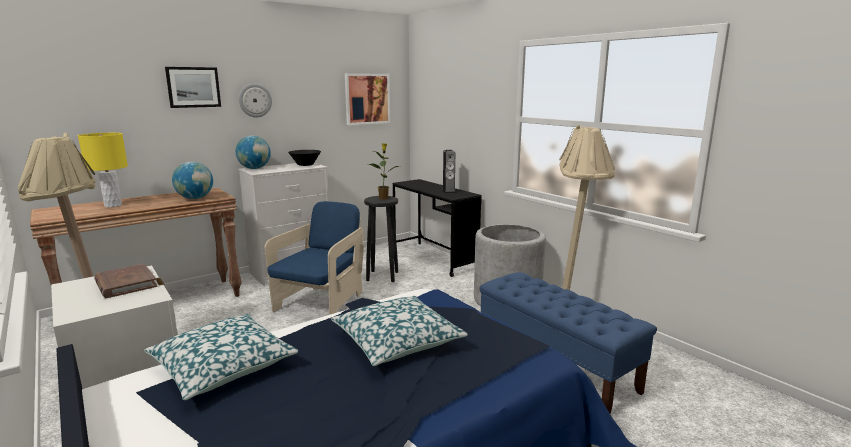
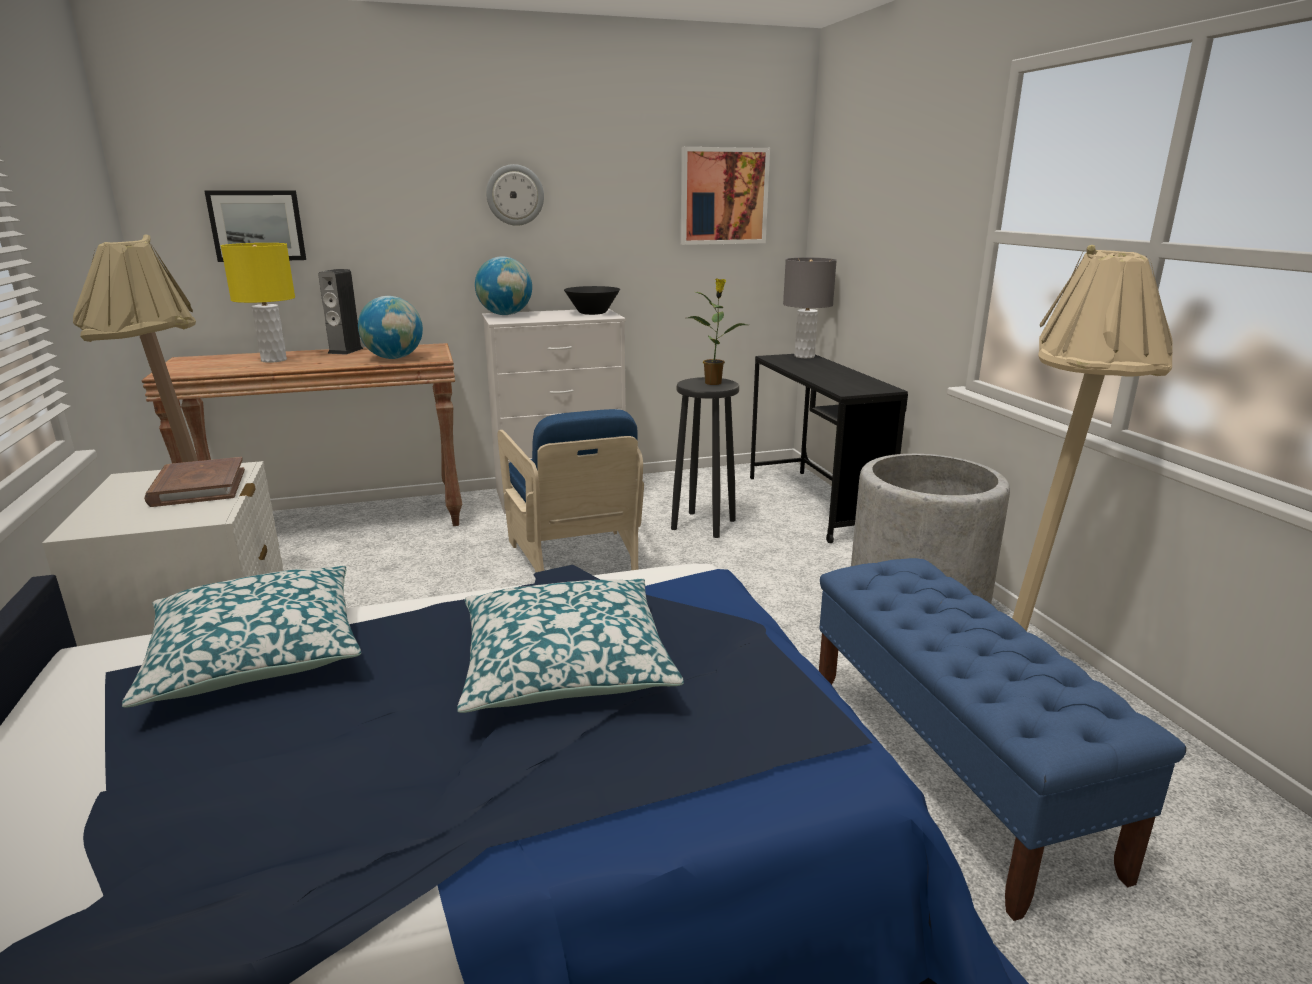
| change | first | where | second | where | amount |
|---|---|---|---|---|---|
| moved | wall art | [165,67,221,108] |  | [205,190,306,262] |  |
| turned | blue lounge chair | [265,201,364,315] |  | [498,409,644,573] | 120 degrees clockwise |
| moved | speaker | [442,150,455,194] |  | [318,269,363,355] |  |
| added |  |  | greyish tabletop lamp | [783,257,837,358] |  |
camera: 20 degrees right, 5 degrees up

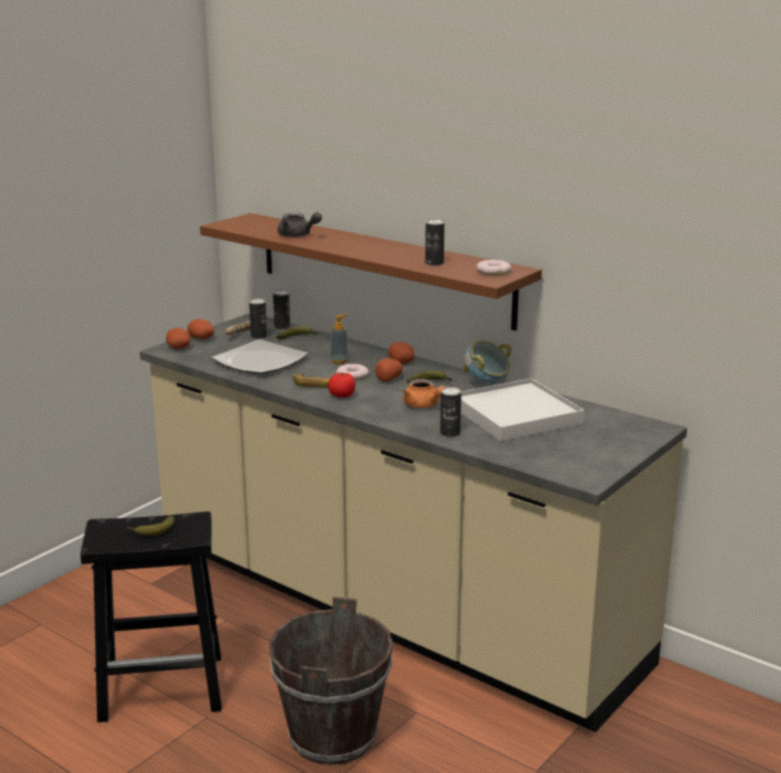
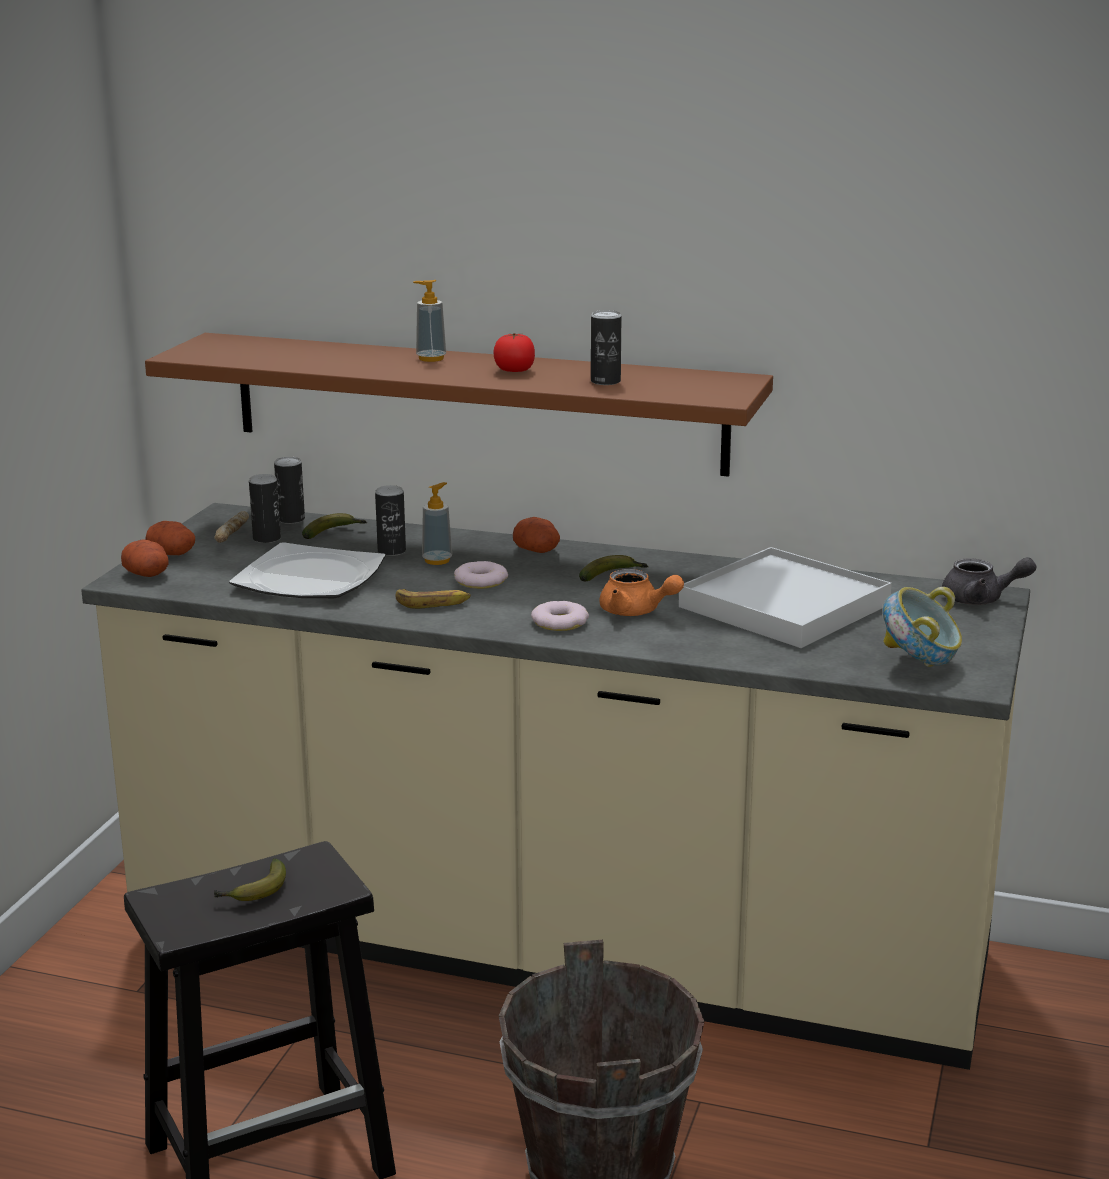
| change | first | where | second | where | amount |
|---|---|---|---|---|---|
| moved | greyish pot for tea | [278,212,322,237] |  | [942,557,1036,605] |  |
| moved | fresh tomato | [328,372,356,398] |  | [493,333,535,372] |  |
| removed | whole potato | [375,358,403,382] |  |  |  |
| moved | metal can | [440,387,461,437] |  | [375,485,406,556] |  |
| moved | serving bowl | [463,340,512,385] |  | [883,587,962,667] |  |
| moved | ring doughnut | [476,260,511,275] |  | [531,601,589,631] |  |
| added |  |  | soap bottle | [413,280,446,362] |  |
camera: 20 degrees left, 0 degrees up

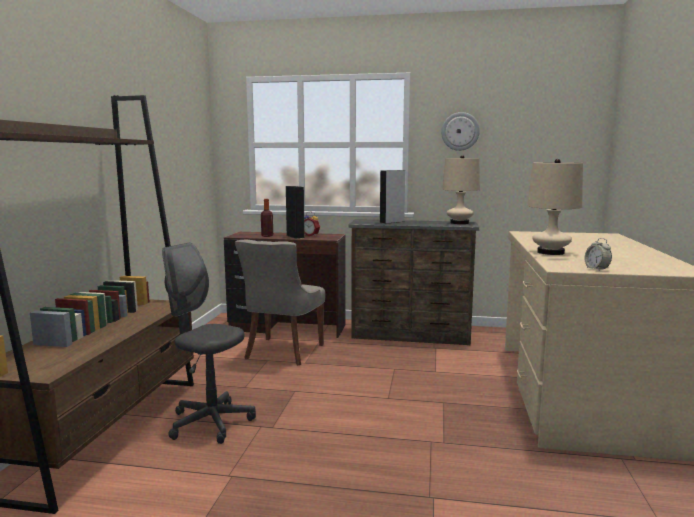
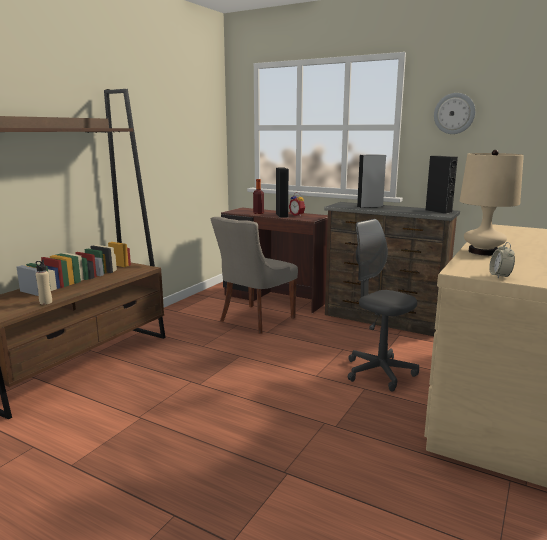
| change | first | where | second | where | amount |
|---|---|---|---|---|---|
| moved | greyish office chair | [162,243,256,444] |  | [348,219,419,392] |  |
| replaced | beige-coloured tabletop lamp | [442,155,480,224] | blackish speaker | [426,156,458,214] |  |
| added |  |  | beige-coloured beverage bottle | [35,260,52,305] |  |
camera: 20 degrees right, 5 degrees up

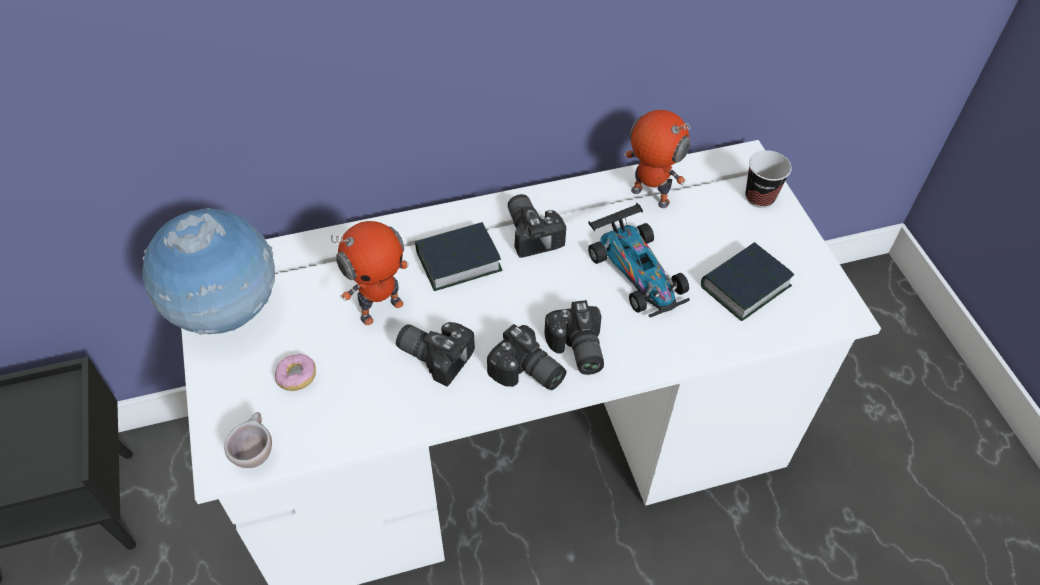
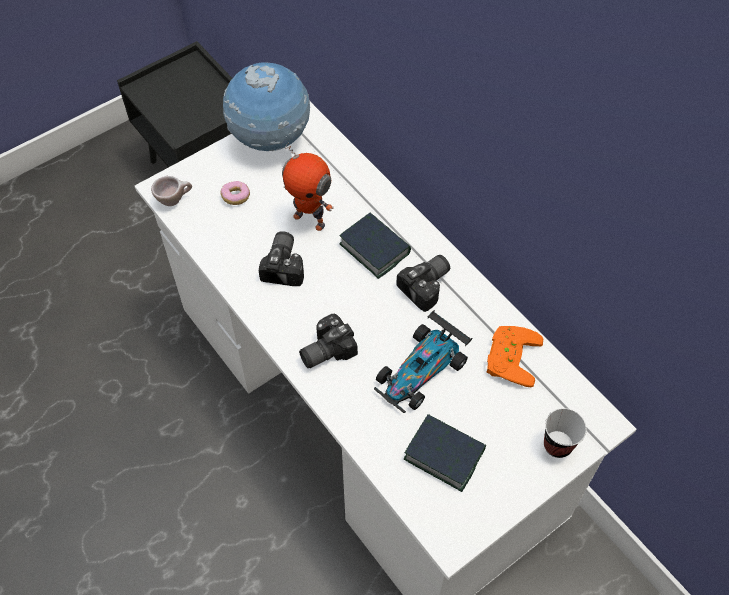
| change | first | where | second | where | amount |
|---|---|---|---|---|---|
| removed | still camera | [487,324,566,390] |  |  |  |
| replaced | toy robot | [624,110,691,208] | orange-coloured gamepad | [487,326,543,387] |  |
camera: 70 degrees right, 5 degrees up

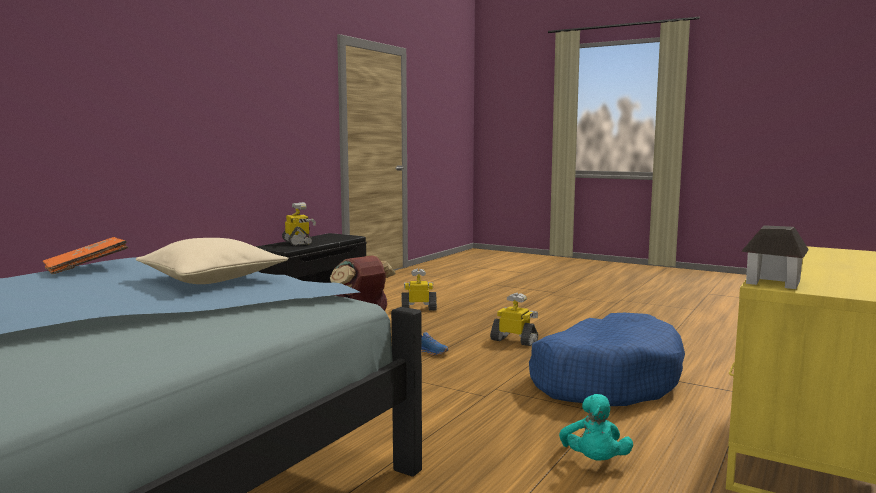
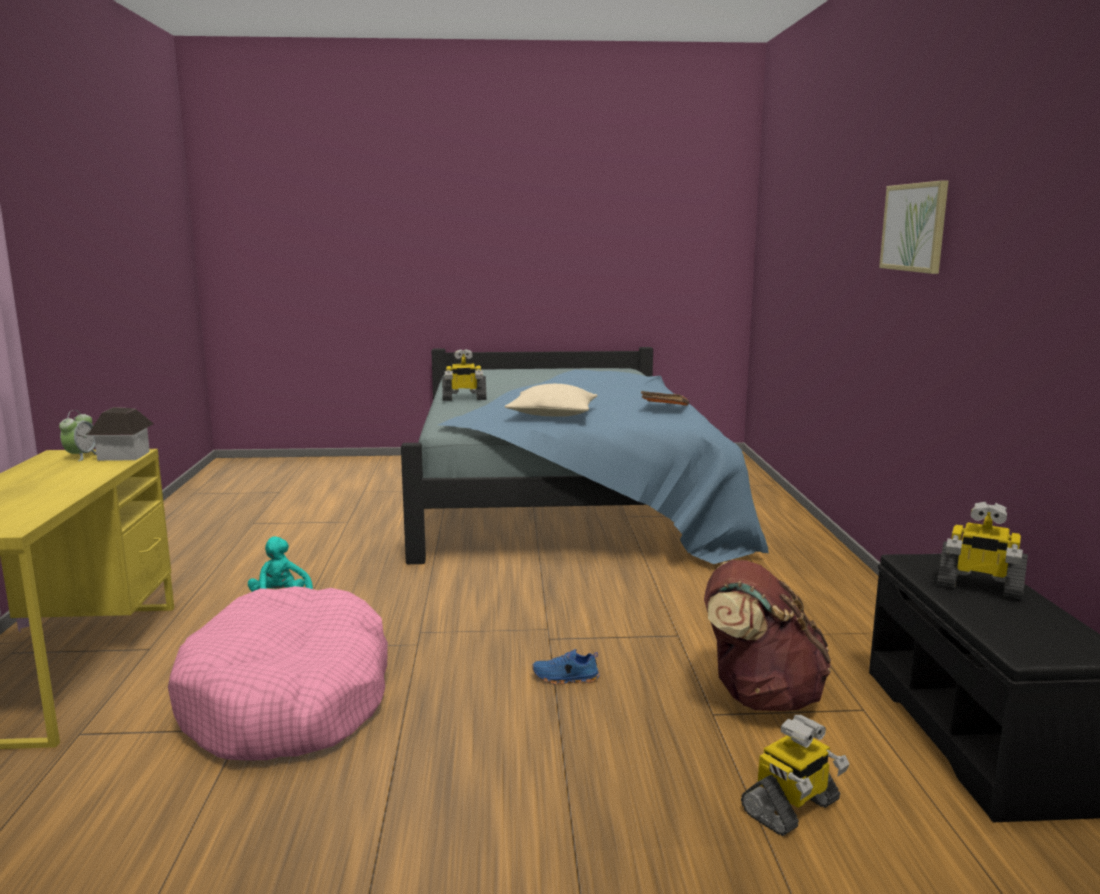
| change | first | where | second | where | amount |
|---|---|---|---|---|---|
| moved | toy robot | [490,293,538,346] |  | [442,349,487,401] |  |
| recoloured | blue pet bed | [529,313,685,406] | pink pet bed | [168,586,388,761] |  |
| added |  |  | bedside clock | [59,410,96,461] |  |
| added |  |  | wall art | [879,180,948,274] |  |
camera: 145 degrees right, 5 degrees up

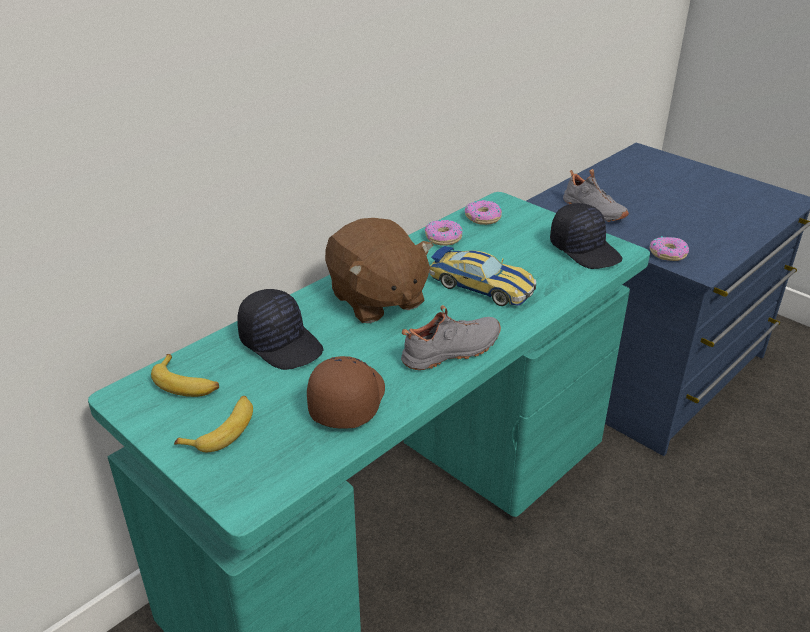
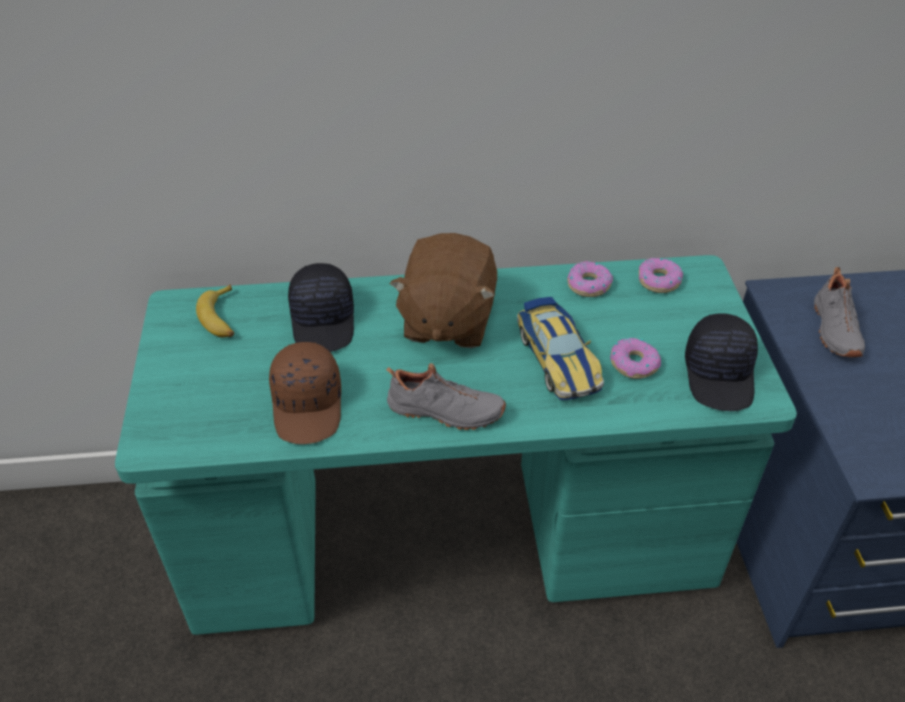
| change | first | where | second | where | amount |
|---|---|---|---|---|---|
| removed | banana fruit | [174,396,253,452] |  |  |  |
| turned | brown-coloured peaked cap | [307,356,385,429] |  | [269,342,341,444] | 120 degrees clockwise |
| moved | ring doughnut | [650,236,689,261] |  | [610,338,661,379] |  |
camera: 40 degrees right, 10 degrees up

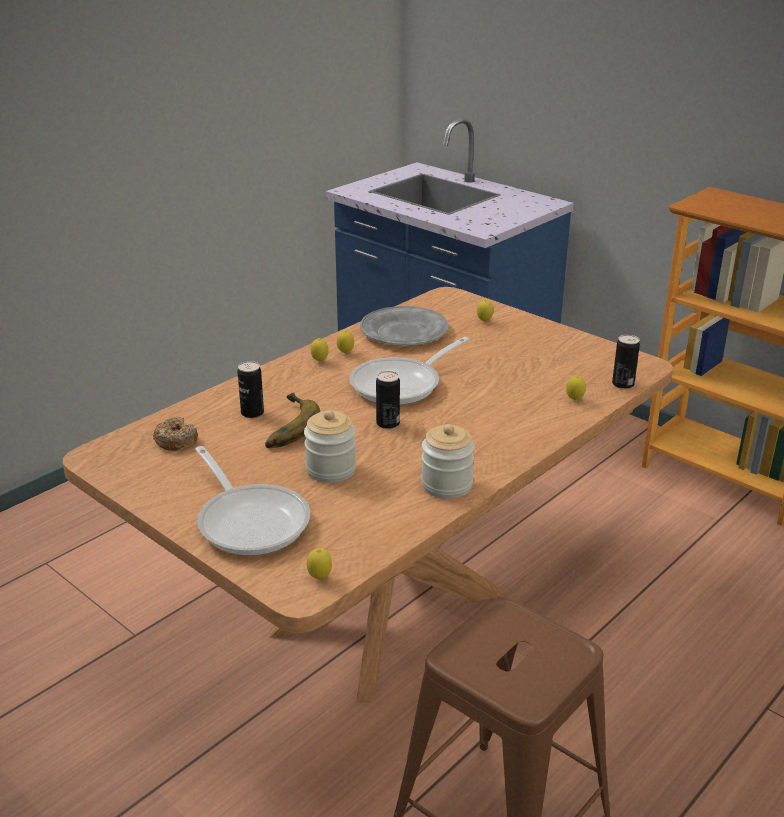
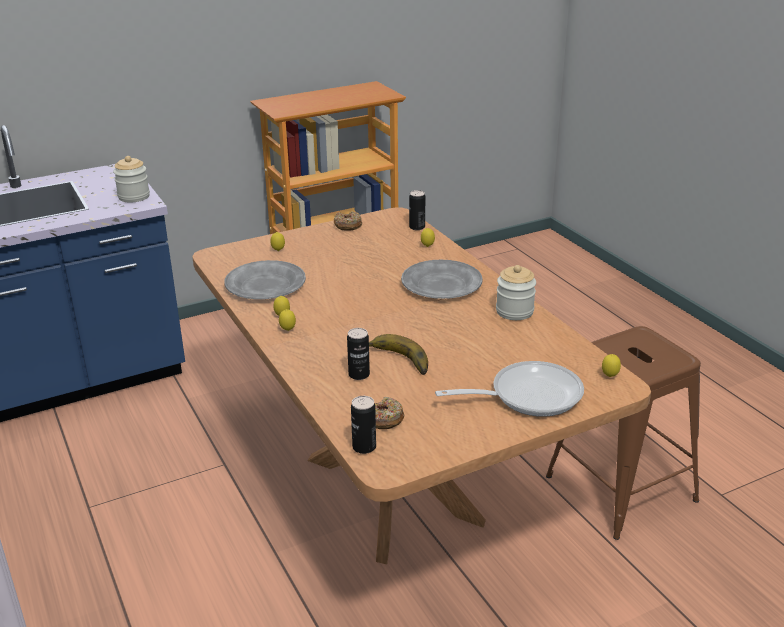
| change | first | where | second | where | amount |
|---|---|---|---|---|---|
| moved | preserve jar | [304,410,356,483] |  | [113,156,150,202] |  |
| removed | skillet | [350,337,470,405] |  |  |  |
| moved | metal can | [376,371,400,429] |  | [351,396,376,454] |  |
| added |  |  | ring doughnut | [334,211,362,231] |  |
| added |  |  | greyish dinner plate | [401,260,483,299] |  |
camera: 70 degrees left, 0 degrees up

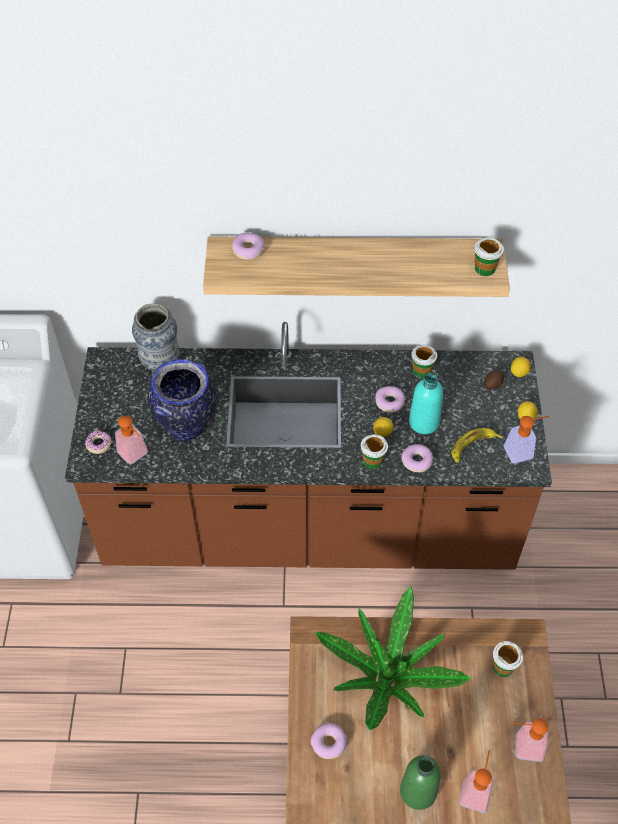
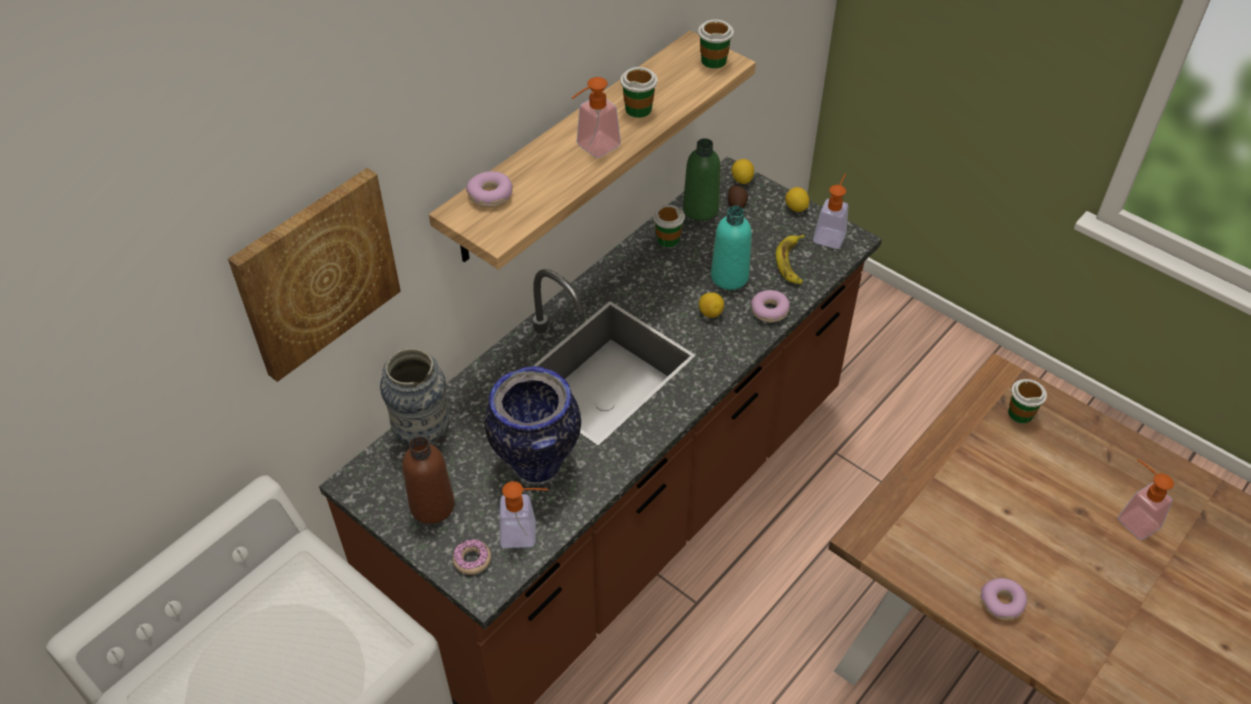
| change | first | where | second | where | amount |
|---|---|---|---|---|---|
| removed | potted plant | [315,586,471,730] |  |  |  |
| moved | small cup | [361,434,388,469] |  | [620,67,657,118] |  |
| removed | ring doughnut | [375,386,405,412] |  |  |  |
| moved | greenish beverage bottle | [400,755,441,810] |  | [683,138,721,221] |  |
| moved | soap bottle | [512,718,549,762] |  | [572,77,621,158] |  |
| added |  |  | wall art | [228,168,401,382] |  |
| added |  |  | brown-coloured beverage bottle | [402,436,455,524] |  |
camera: 50 degrees left, 5 degrees down

